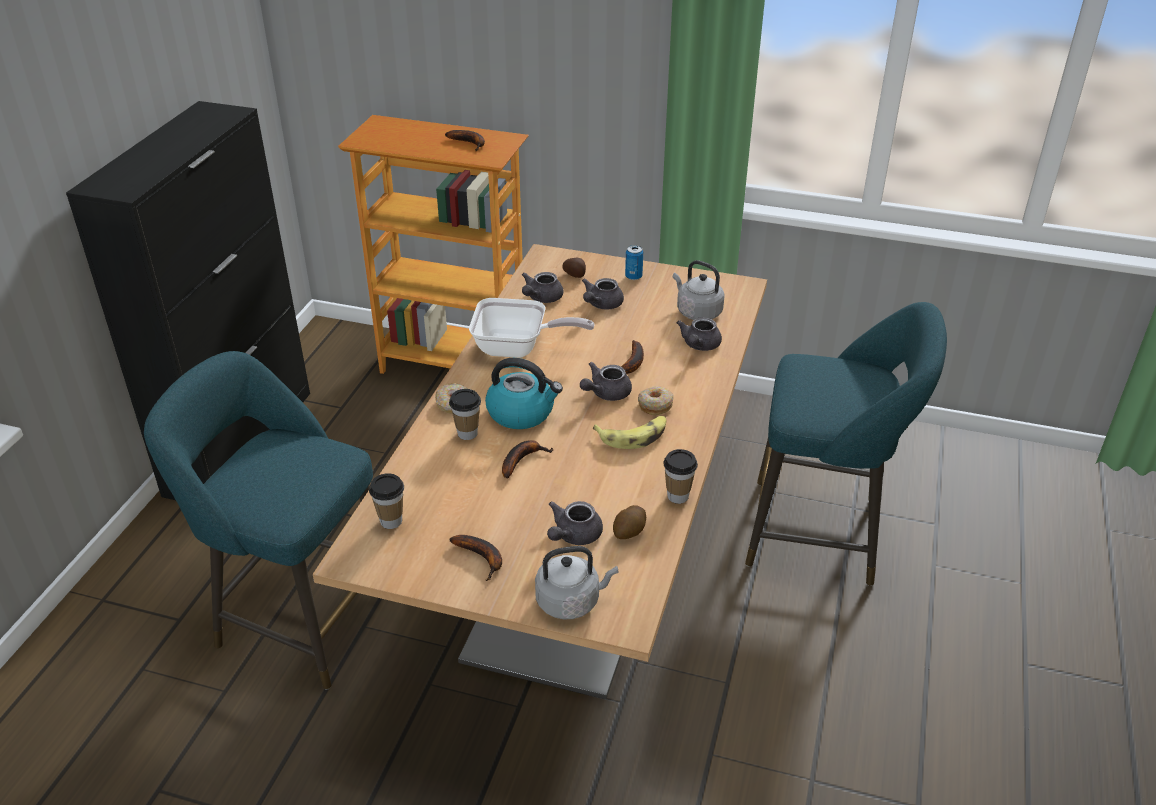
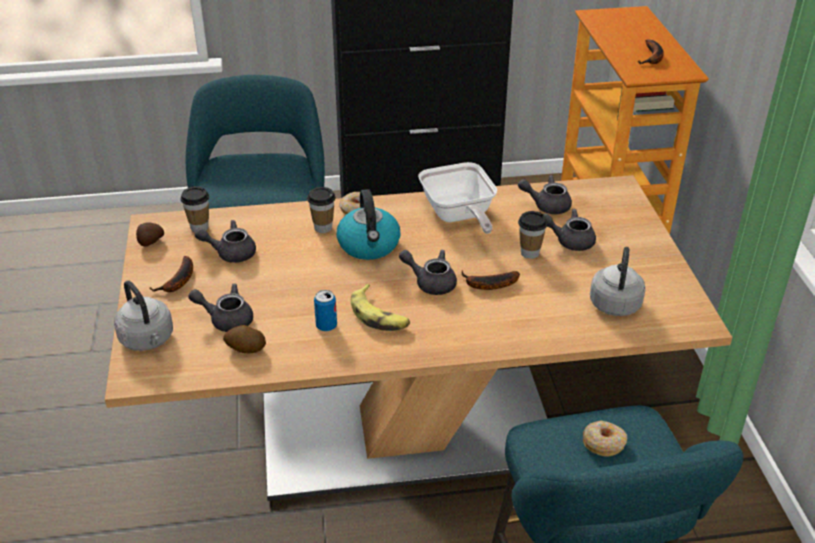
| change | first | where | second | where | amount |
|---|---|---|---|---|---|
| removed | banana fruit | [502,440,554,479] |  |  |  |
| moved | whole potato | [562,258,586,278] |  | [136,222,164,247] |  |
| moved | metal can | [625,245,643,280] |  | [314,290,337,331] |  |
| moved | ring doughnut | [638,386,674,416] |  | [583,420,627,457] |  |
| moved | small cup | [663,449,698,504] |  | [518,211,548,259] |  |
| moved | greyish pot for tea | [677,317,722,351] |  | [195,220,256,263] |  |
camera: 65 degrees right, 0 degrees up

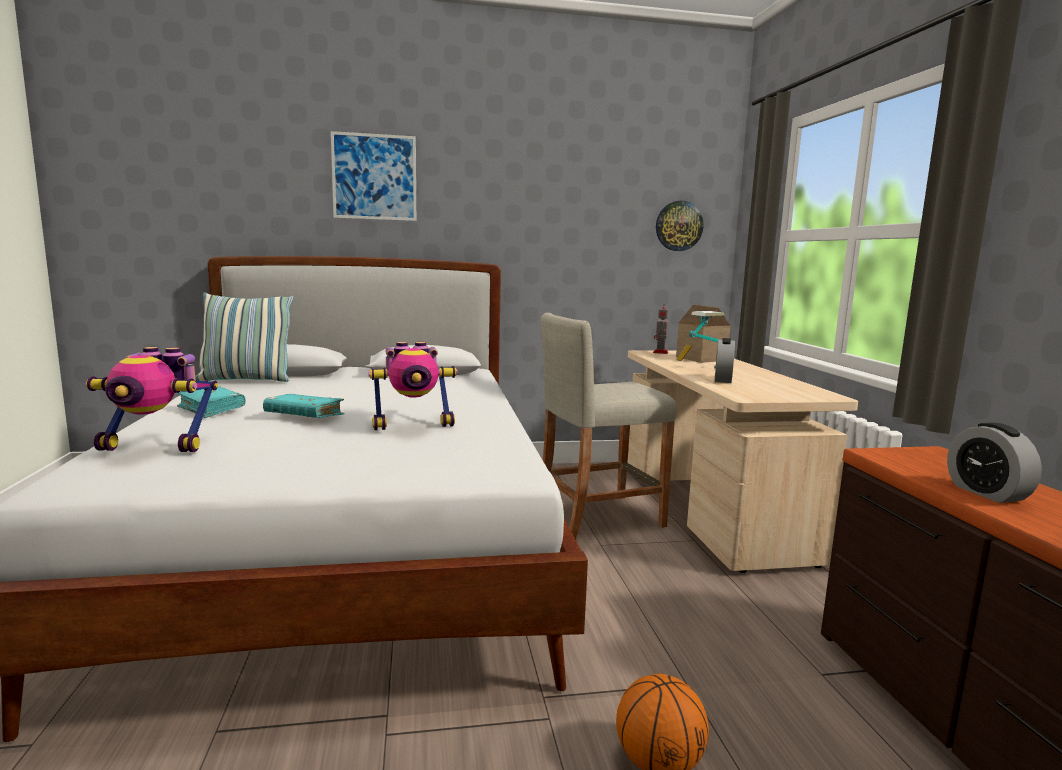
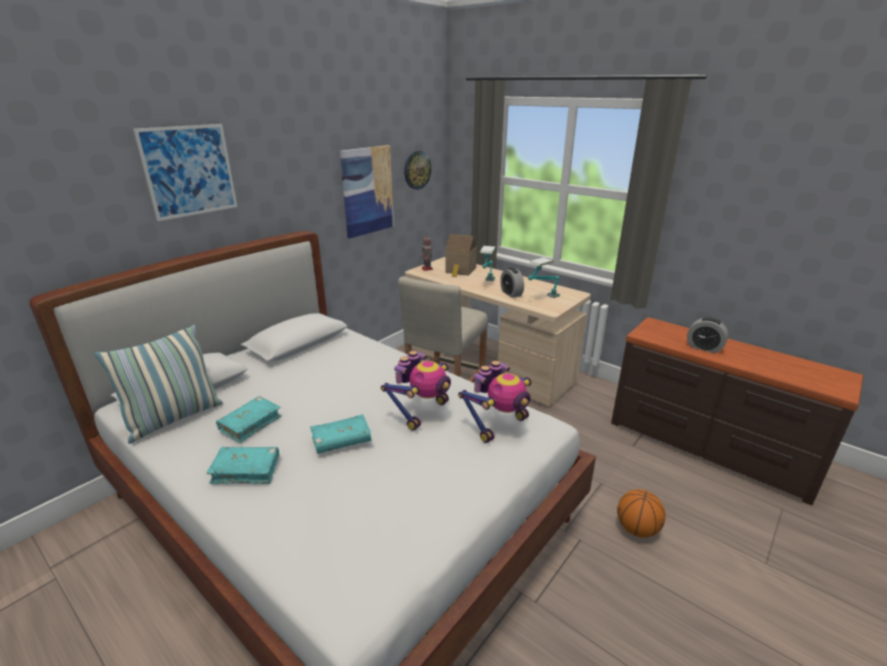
| change | first | where | second | where | amount |
|---|---|---|---|---|---|
| moved | toy robot | [86,347,218,452] |  | [458,361,531,443] |  |
| added |  |  | blue-green book | [216,396,281,443] |  |
| added |  |  | wall art | [340,145,394,238] |  |
| added |  |  | tabletop lamp | [528,257,560,298] |  |
camera: 40 degrees left, 15 degrees up

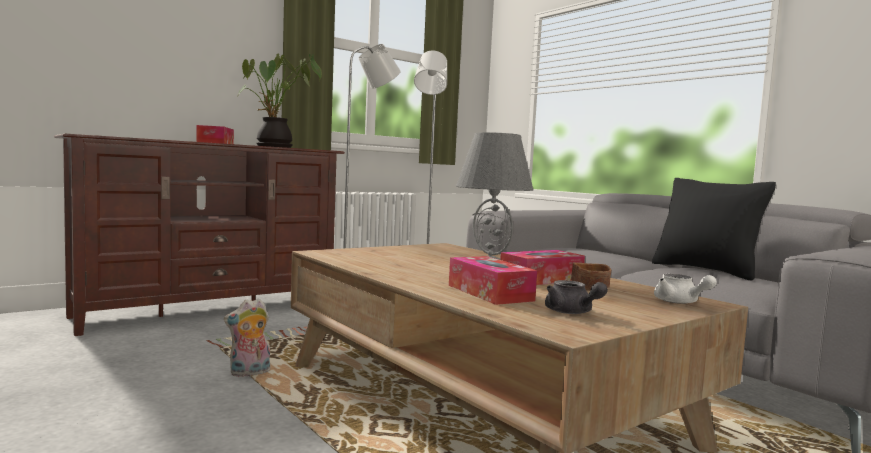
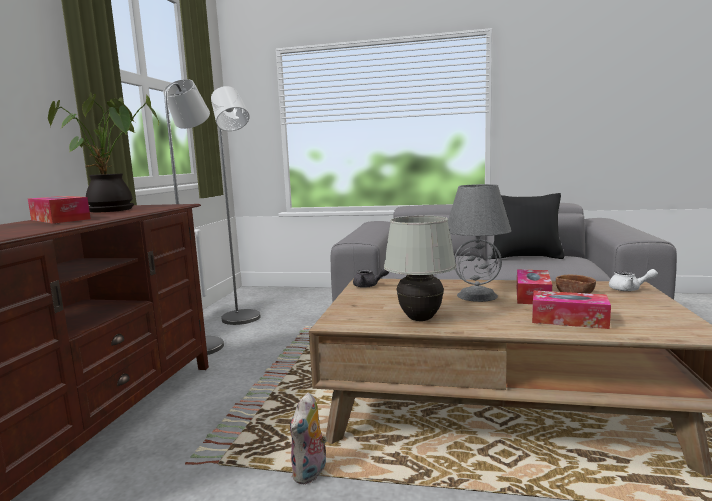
| change | first | where | second | where | amount |
|---|---|---|---|---|---|
| moved | greyish pot for tea | [545,280,608,314] |  | [353,268,389,288] |  |
| added |  |  | white-coloured tabletop lamp | [384,216,456,321] |  |
camera: 40 degrees left, 5 degrees up

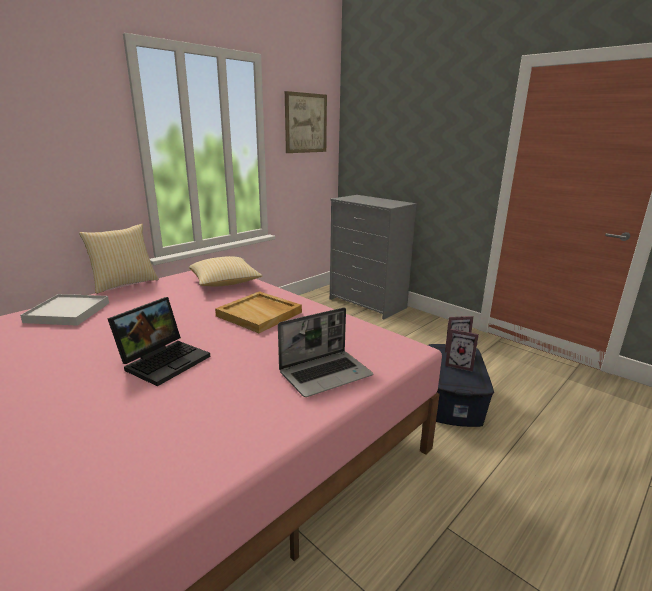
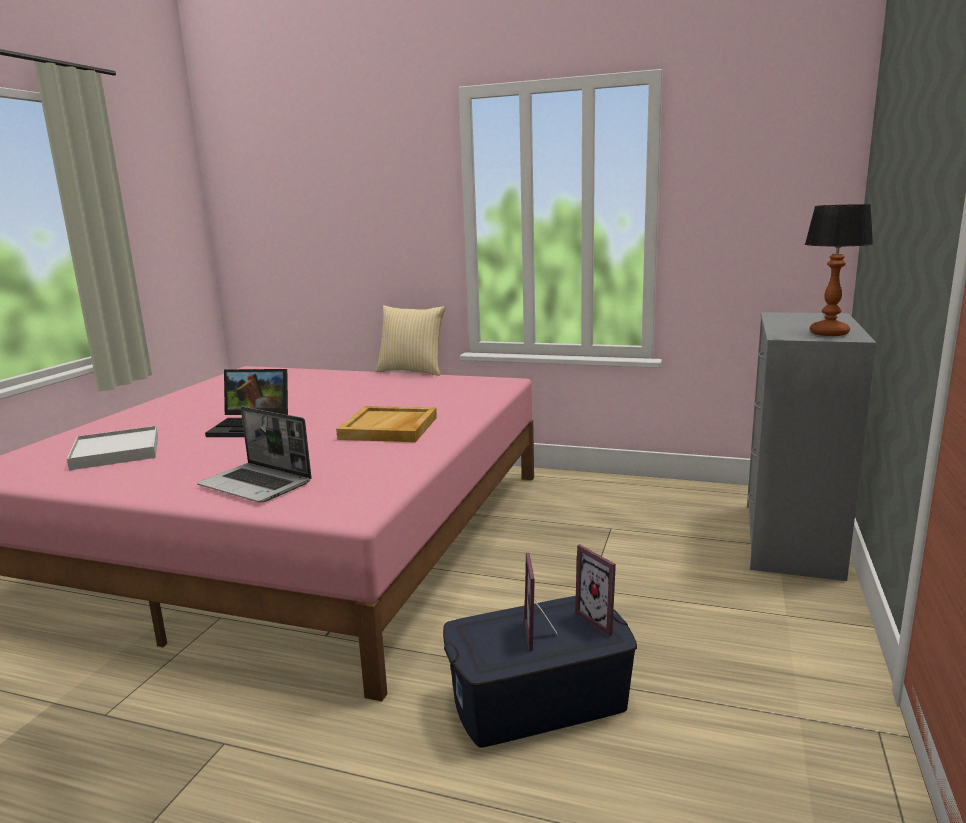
| change | first | where | second | where | amount |
|---|---|---|---|---|---|
| moved | white-coloured tray | [20,294,109,326] |  | [67,426,158,470] |  |
| removed | cushion | [189,256,263,286] |  |  |  |
| removed | wall art | [285,91,327,153] |  |  |  |
| added |  |  | tabletop lamp | [805,204,873,336] |  |
camera: 65 degrees right, 5 degrees down

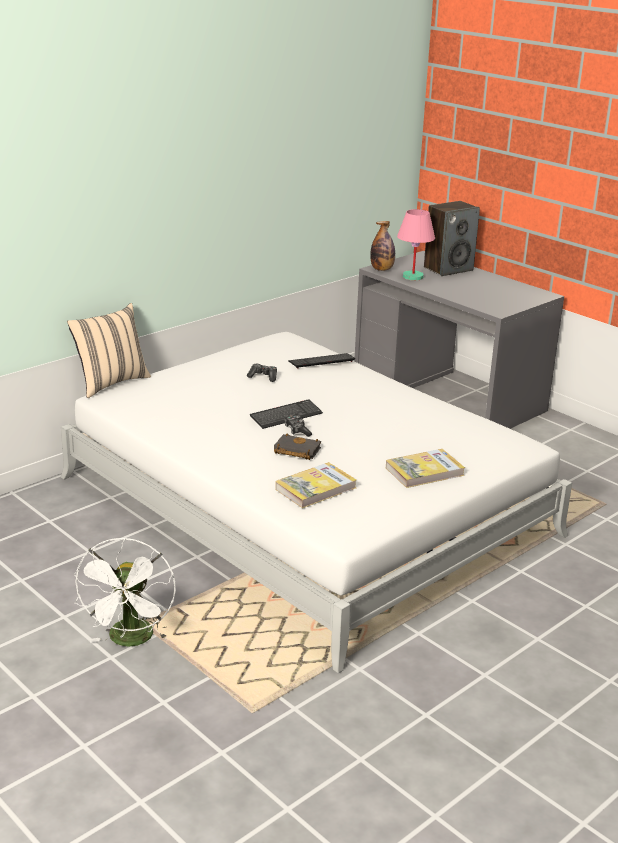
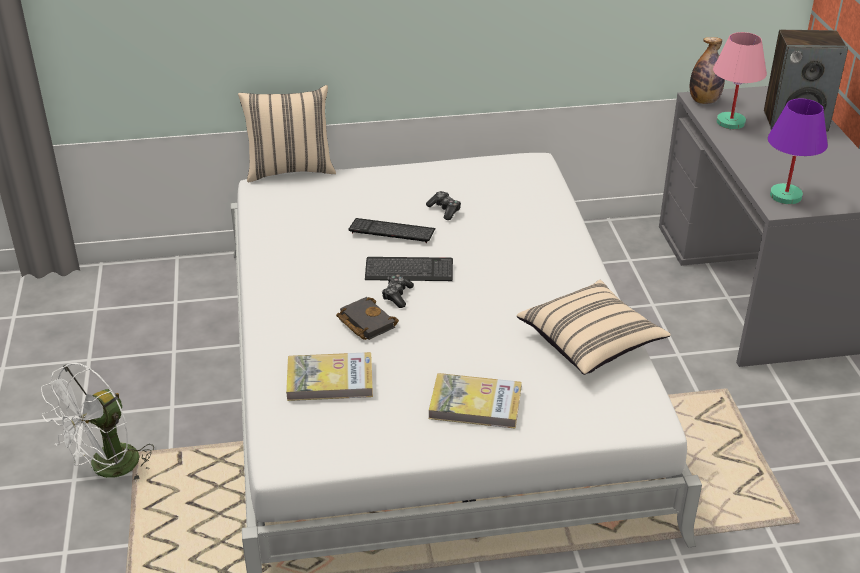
| change | first | where | second | where | amount |
|---|---|---|---|---|---|
| moved | keyboard | [288,353,355,369] |  | [348,218,436,243] |  |
| added |  |  | beige-coloured cushion | [517,280,671,375] |  |
| added |  |  | purplish tabletop lamp | [768,99,828,204] |  |
camera: 35 degrees right, 10 degrees up

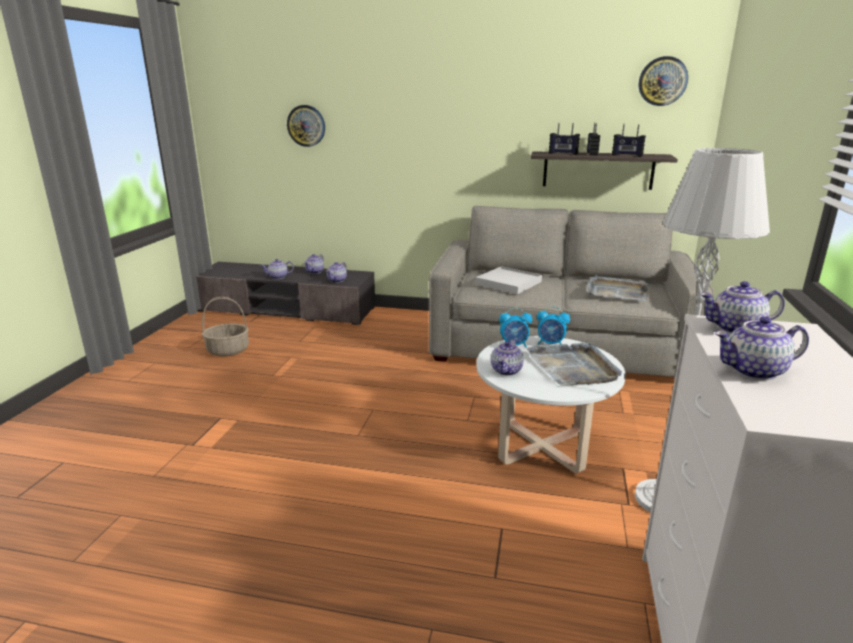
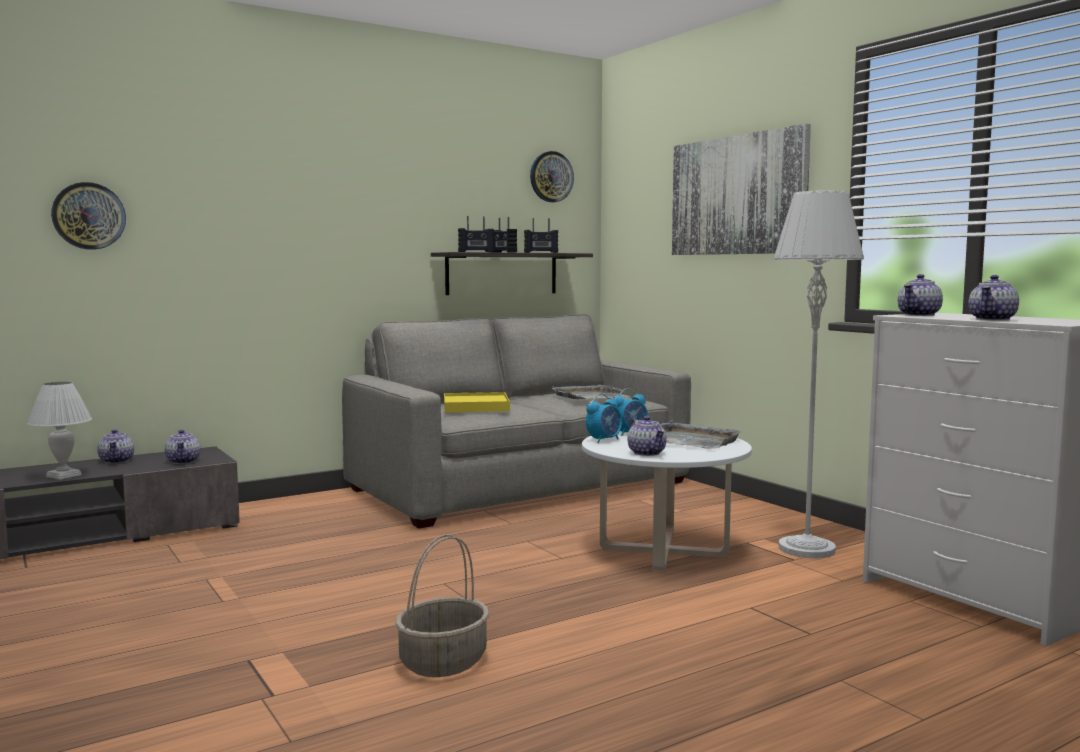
| change | first | where | second | where | amount |
|---|---|---|---|---|---|
| moved | storage basket | [202,297,249,356] |  | [395,534,489,677] |  |
| replaced | pot for tea | [260,259,294,279] | white-coloured tabletop lamp | [27,382,92,480] |  |
| recoloured | white-coloured tray | [476,266,542,294] | yellow tray | [444,392,510,412] |  |
| added |  |  | wall art | [672,124,811,255] |  |
camera: 45 degrees left, 15 degrees down

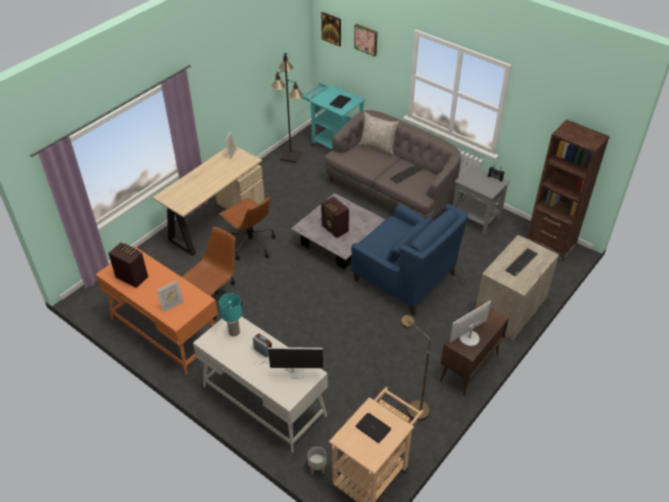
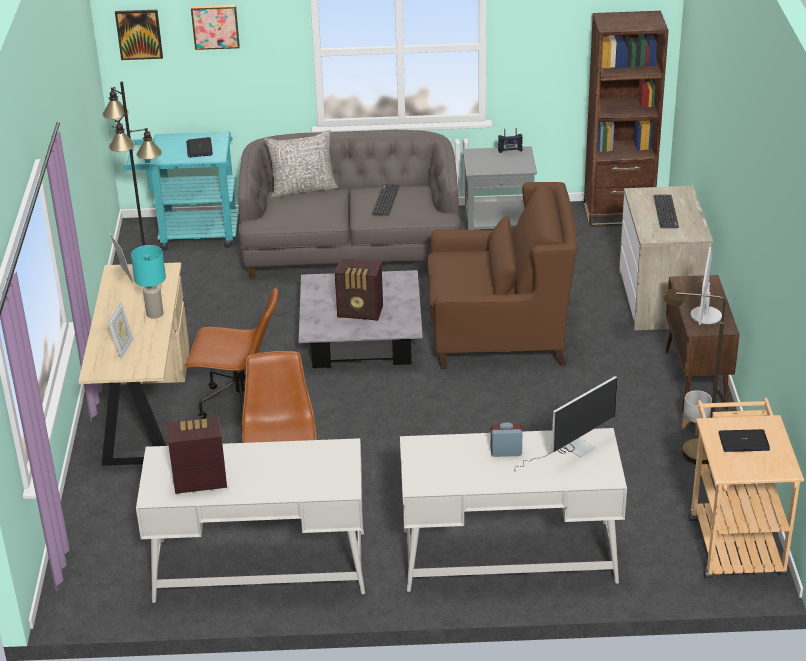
| change | first | where | second | where | amount |
|---|---|---|---|---|---|
| recoloured | orange-coloured desk | [96,247,218,375] | white-coloured desk | [136,438,365,603] |  |
| moved | photo frame | [157,280,184,312] |  | [108,302,133,359] |  |
| moved | blue-green tabletop lamp | [219,293,242,337] |  | [131,245,166,319] |  |
| moved | greyish planter | [308,447,327,475] |  | [682,390,712,436] |  |
| recoloured | blue lounge chair | [351,204,469,316] | brown-coloured lounge chair | [428,182,578,369] |  |
camera: 40 degrees left, 10 degrees down

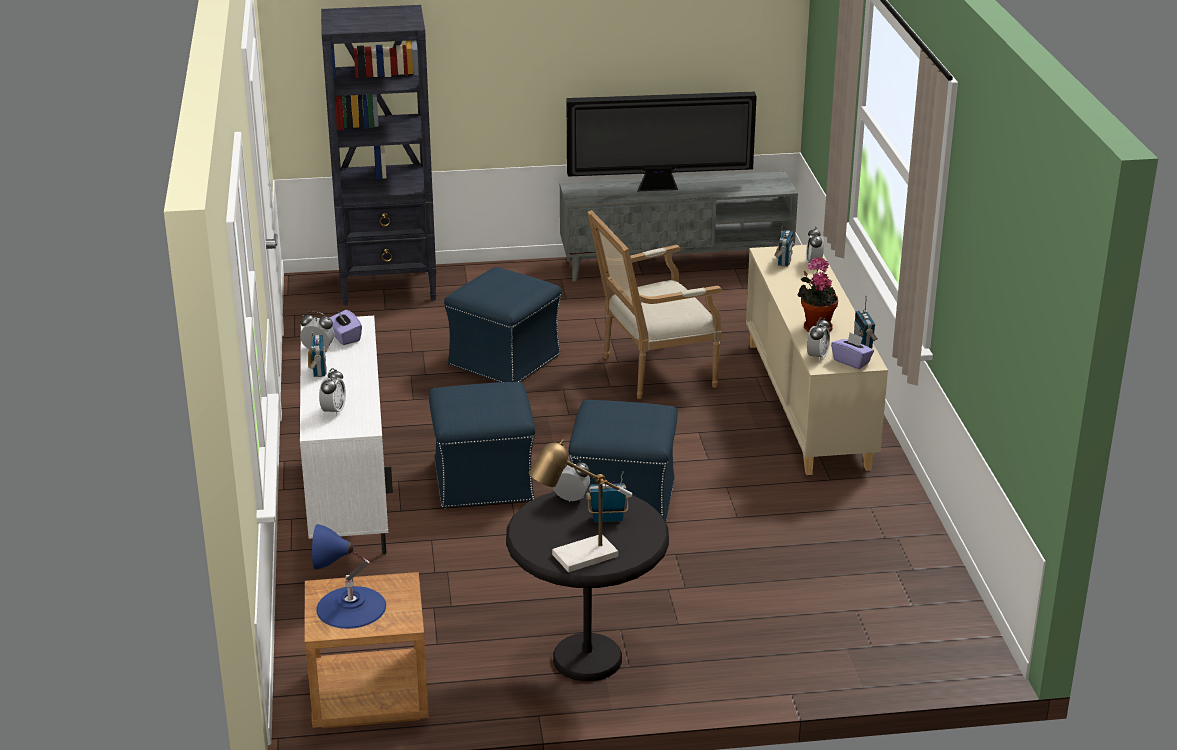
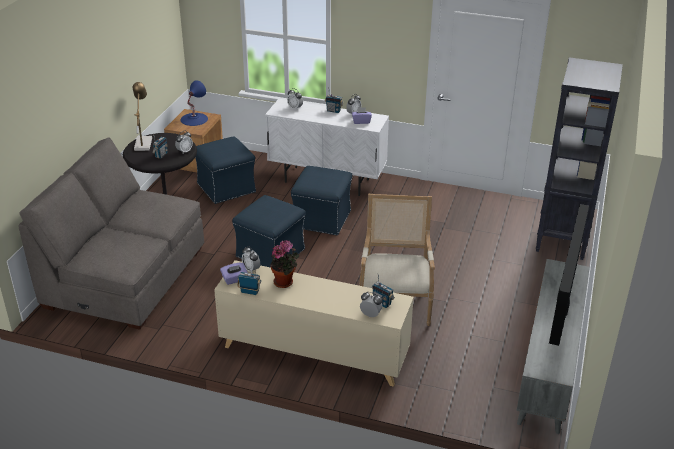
| change | first | where | second | where | amount |
|---|---|---|---|---|---|
| moved | blue ottoman | [444,267,562,382] |  | [195,136,256,204] |  |
| added |  |  | greyish sofa | [18,137,204,330] |  |
camera: 115 degrees right, 5 degrees up

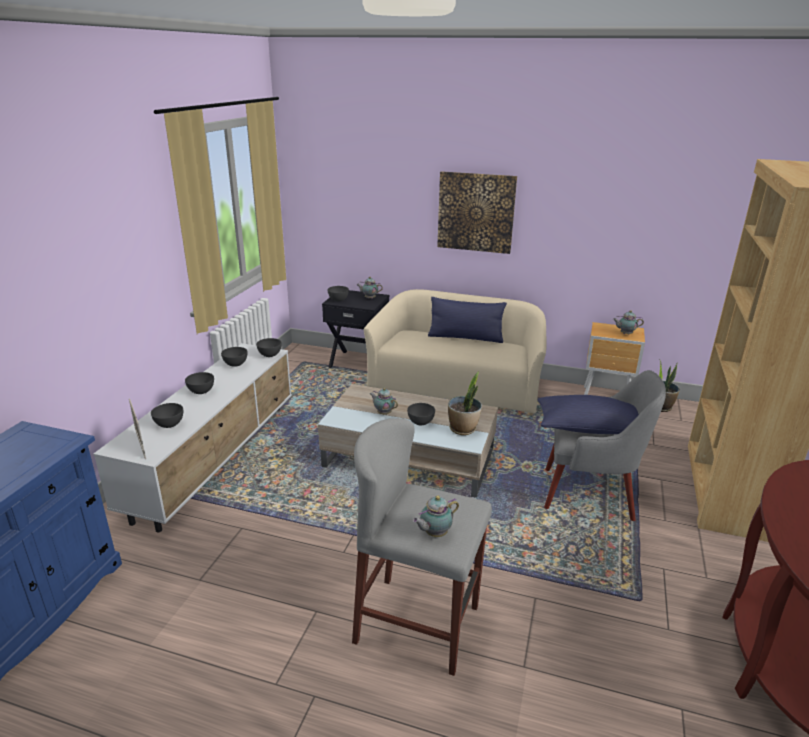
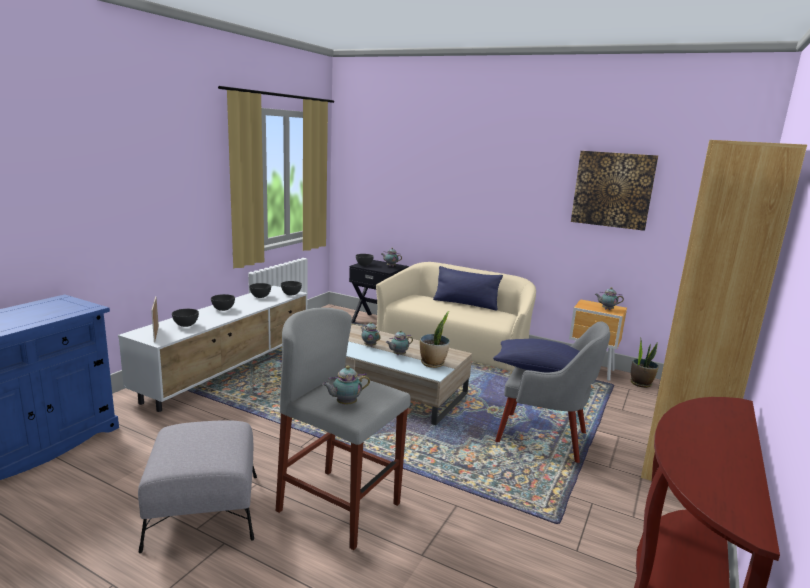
| change | first | where | second | where | amount |
|---|---|---|---|---|---|
| replaced | greyish serving bowl | [407,403,435,425] | pot for tea | [386,330,413,355] |  |
| moved | wall art | [437,171,517,254] |  | [571,151,658,231] |  |
| added |  |  | greyish ottoman | [138,420,257,553] |  |
camera: 10 degrees right, 10 degrees down

